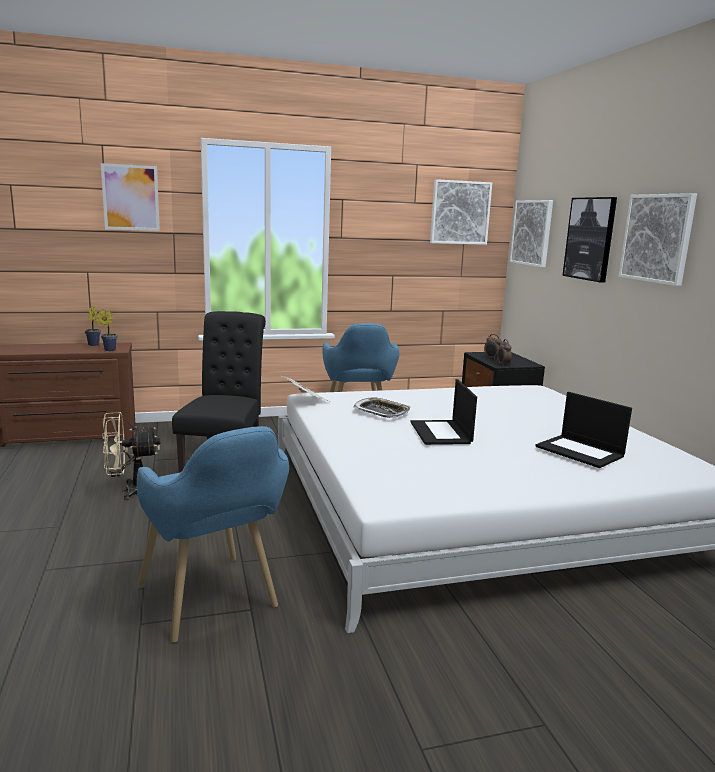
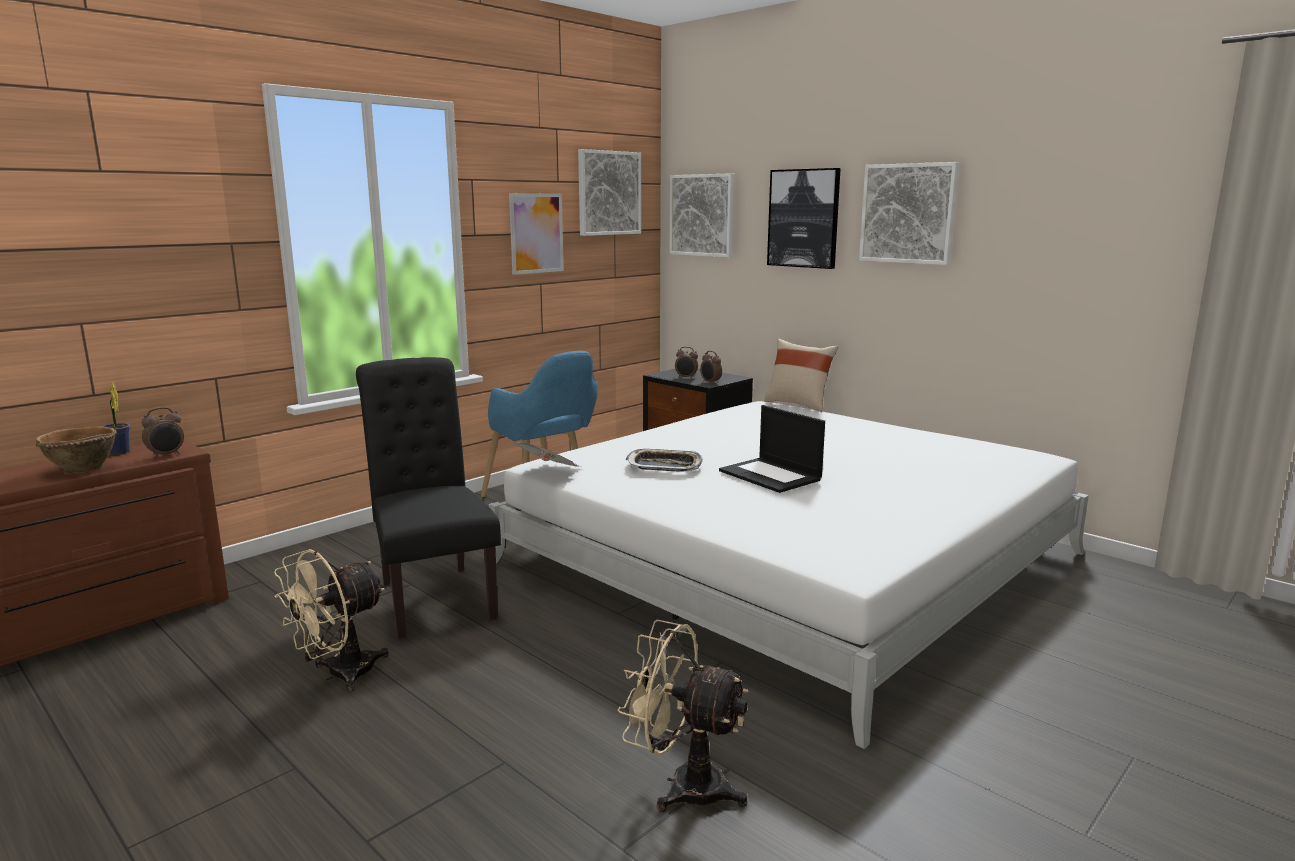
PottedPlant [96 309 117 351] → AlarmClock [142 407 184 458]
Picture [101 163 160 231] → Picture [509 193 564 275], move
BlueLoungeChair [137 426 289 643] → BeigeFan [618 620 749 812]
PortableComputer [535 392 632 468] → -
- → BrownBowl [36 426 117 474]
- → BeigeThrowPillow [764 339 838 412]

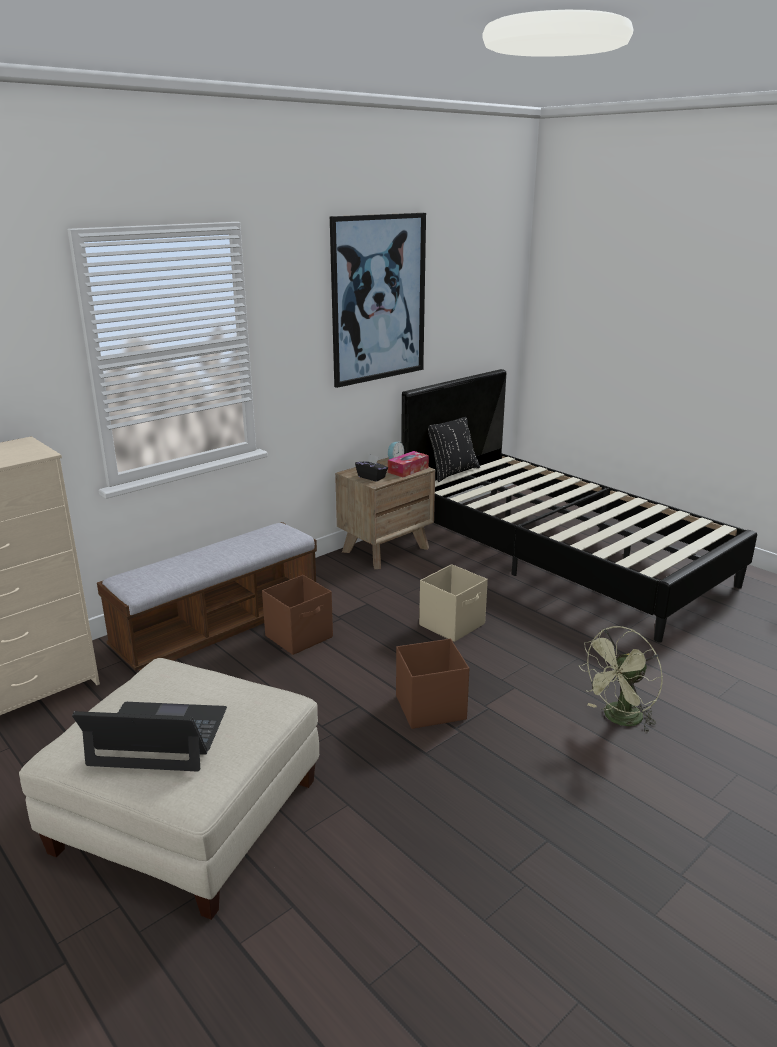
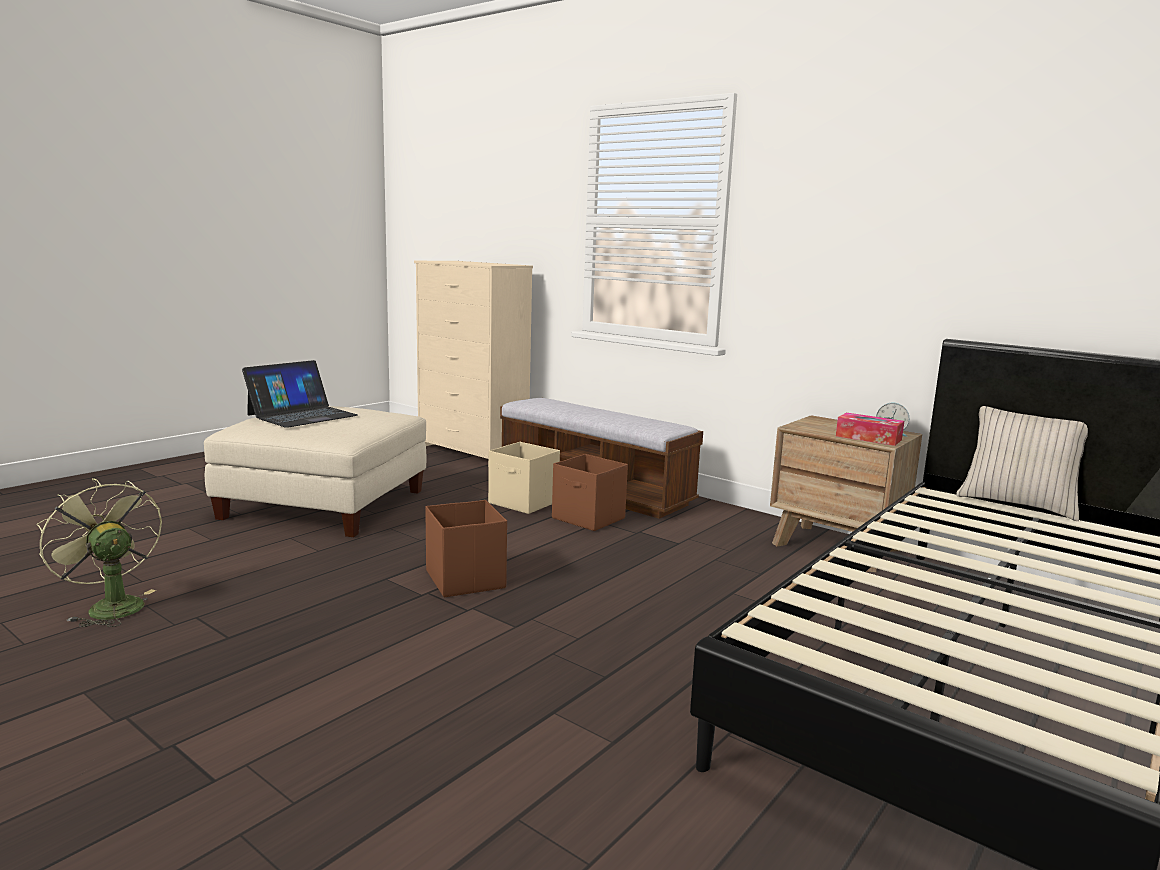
PortableComputer [72 702 227 771] → PortableComputer [242 360 358 428], 45 degrees clockwise
Picture [330 213 426 388] → -
BlackishTissueHolder [355 454 388 482] → -
BeigeStorageContainer [419 564 488 642] → BeigeStorageContainer [488 442 560 514], move
BlackishThrowPillow [428 417 480 482] → BeigeThrowPillow [956 406 1088 521]
GreenColouredFan [578 626 663 733] → GreenColouredFan [36 478 162 627], move

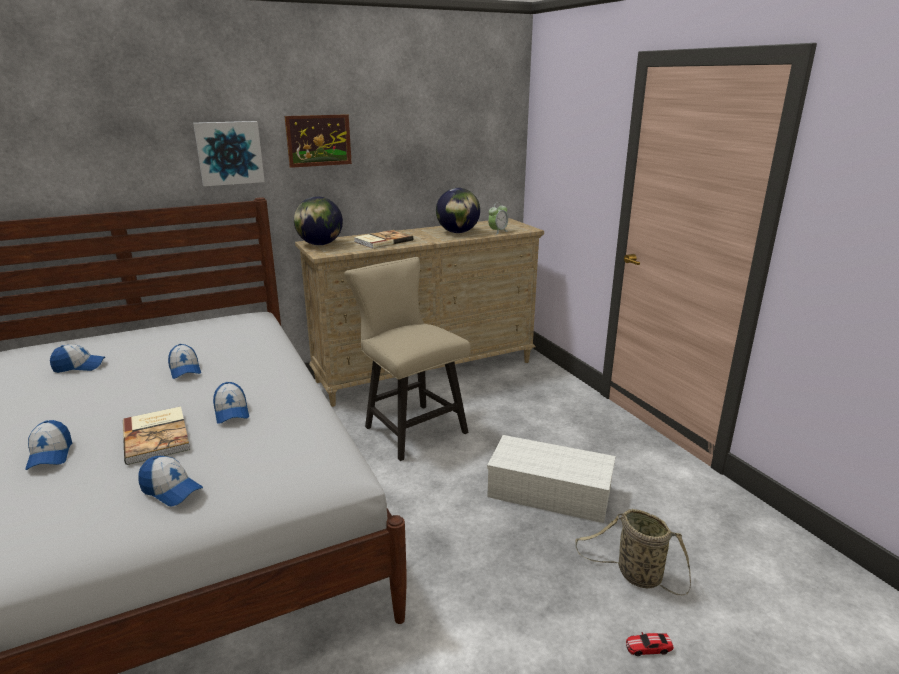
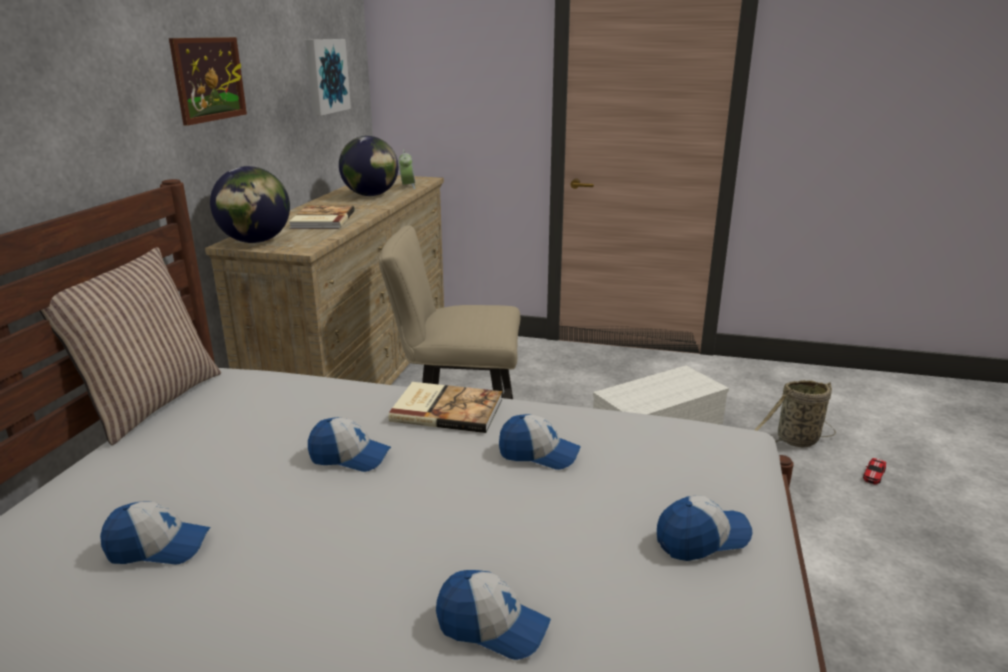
PeakedCap [50 344 105 373] → PeakedCap [100 501 210 565], 60 degrees clockwise
BoundBook [123 406 190 465] → BoundBook [388 382 502 433], move
Picture [193 121 265 186] → Picture [305 39 351 116], move
- → ThrowPillow [40 247 221 445]

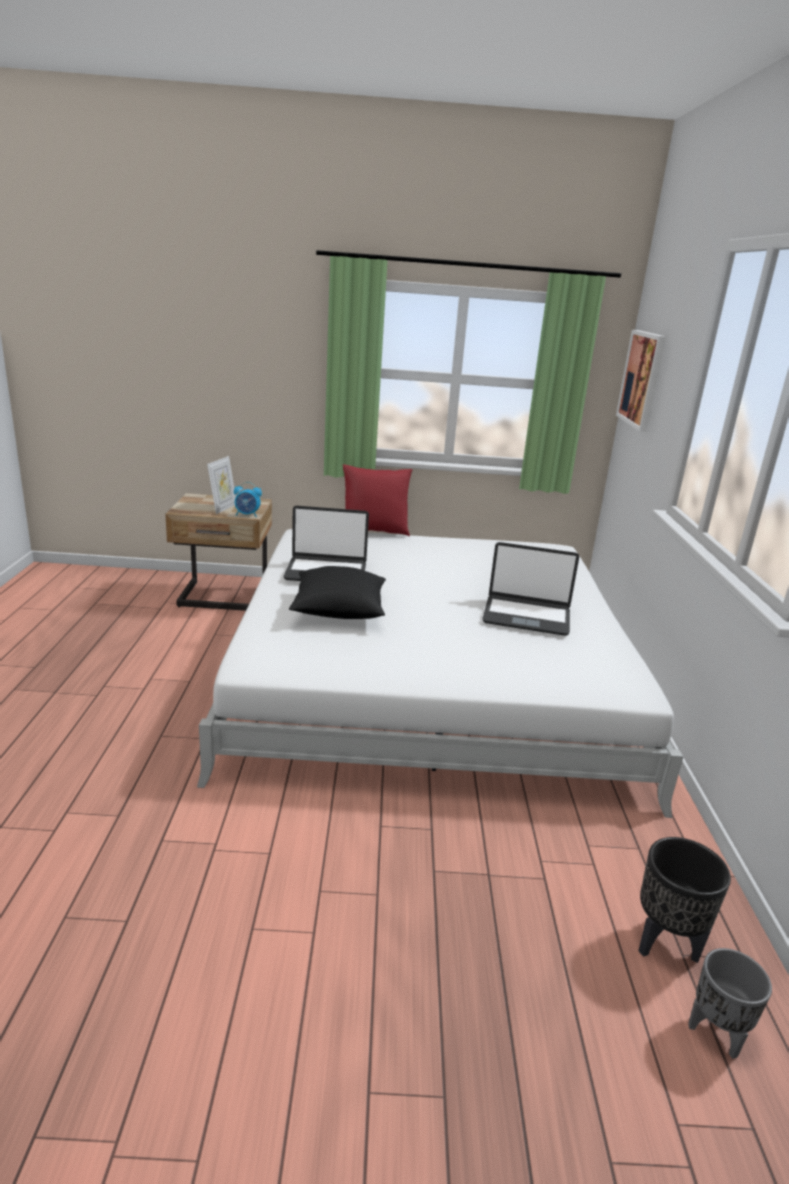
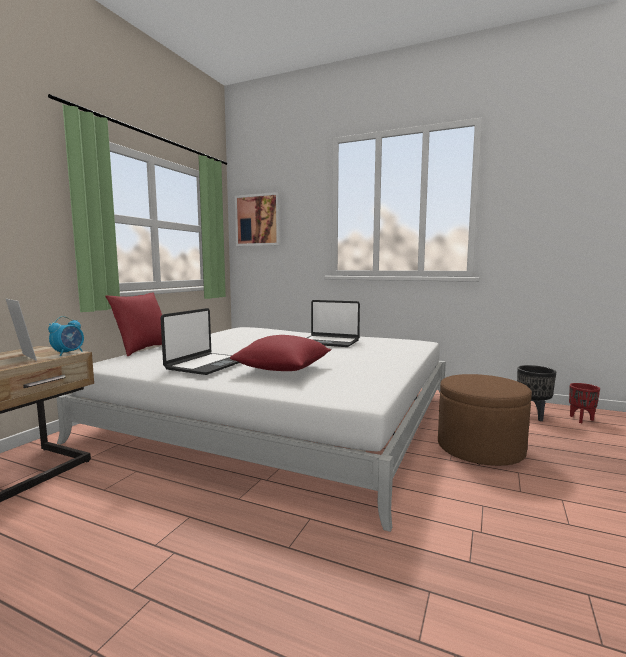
BlackishThrowPillow [289 566 386 619] → RedThrowPillow [230 335 331 371]
PortableComputer [482 542 579 636] → PortableComputer [307 300 360 347], 75 degrees clockwise
GreyPlantPot [688 948 772 1059] → RedPlantPot [569 383 600 423]
- → BrownPouffe [438 374 532 466]

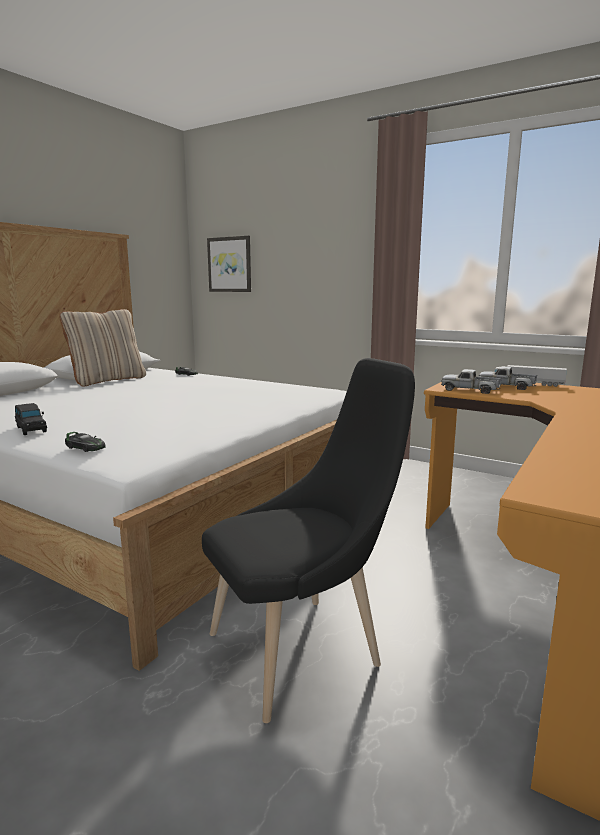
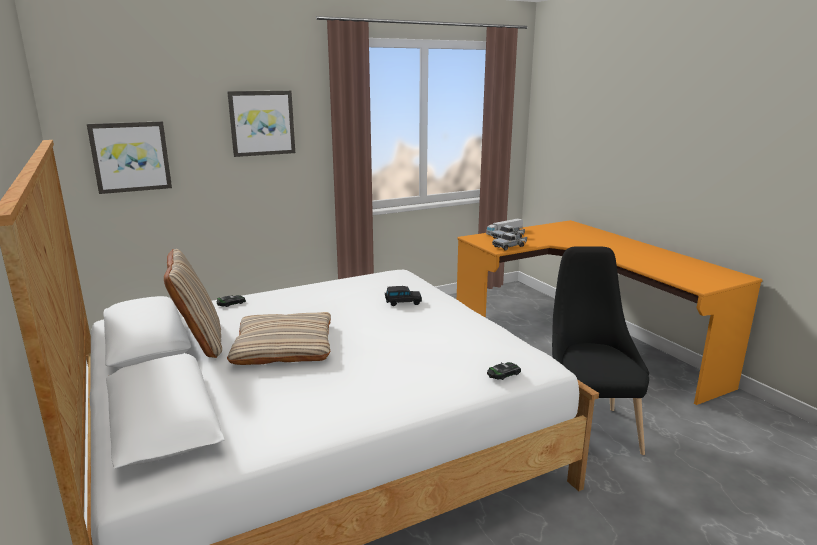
BlackishToyCar [15 403 47 435] → BlackishToyCar [385 286 422 306], move
- → Picture [227 91 295 157]
- → BeigeThrowPillow [227 312 331 365]

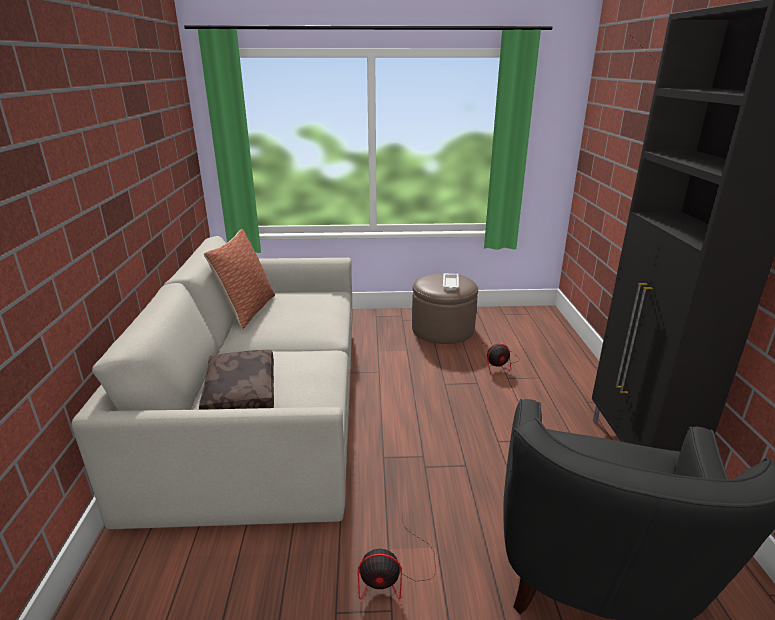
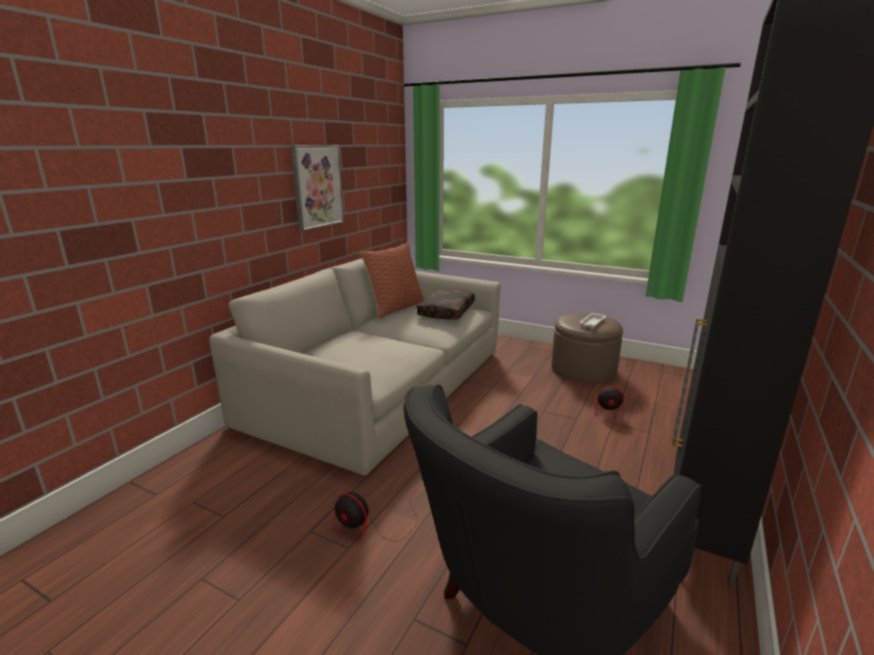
BrownThrowPillow [199 350 274 410] → BrownThrowPillow [417 289 475 320], move
- → Picture [291 146 344 231]

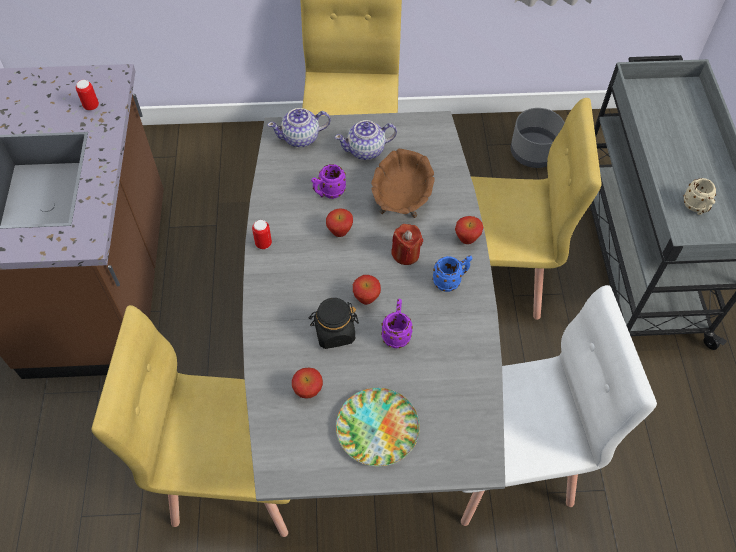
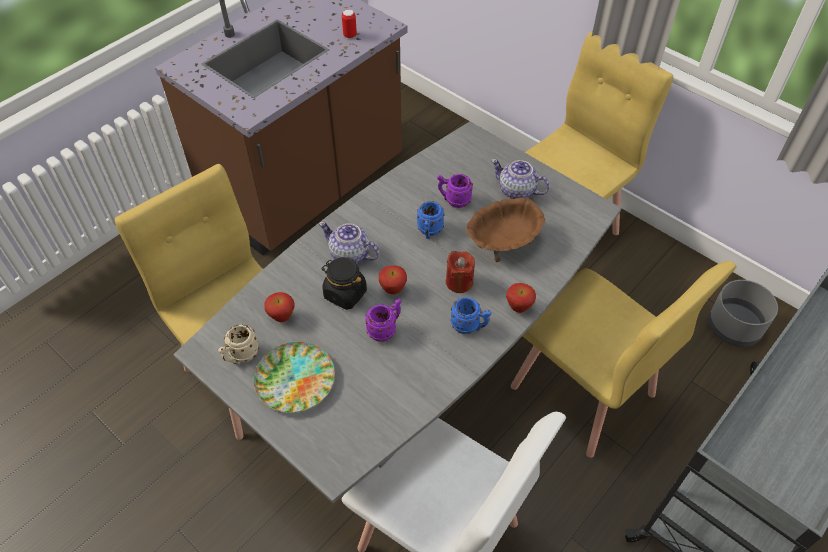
Can [252 220 272 249] → -
PotForTea [268 108 331 147] → PotForTea [318 221 379 264], move
WholeApple [326 208 353 237] → BlueCoffeeMug [417 201 445 239]
BeigeCoffeeMug [684 178 716 215] → BeigeCoffeeMug [218 325 259 364], move

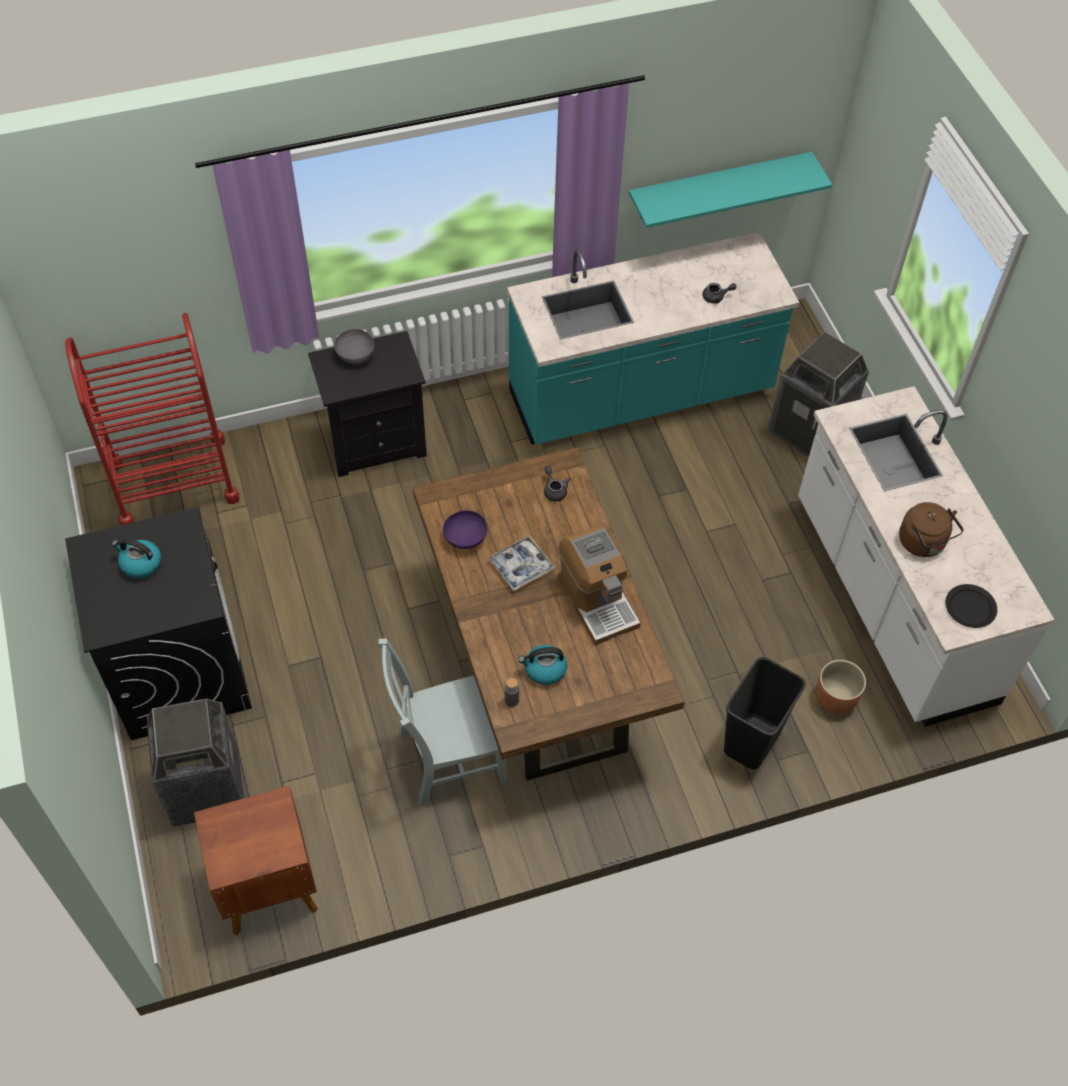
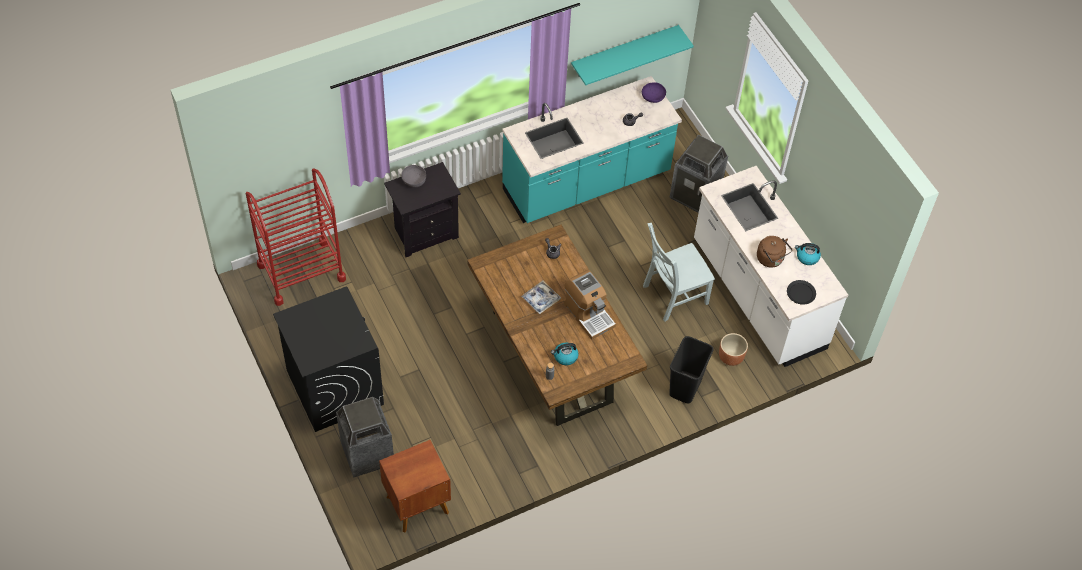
Kettle [112 538 161 579] → Kettle [795 243 821 265], move
GreyUprightChair [378 639 506 807] → GreyUprightChair [643 223 715 321], move
PurpleColouredBowl [443 510 487 549] → PurpleColouredBowl [642 82 666 103], move

